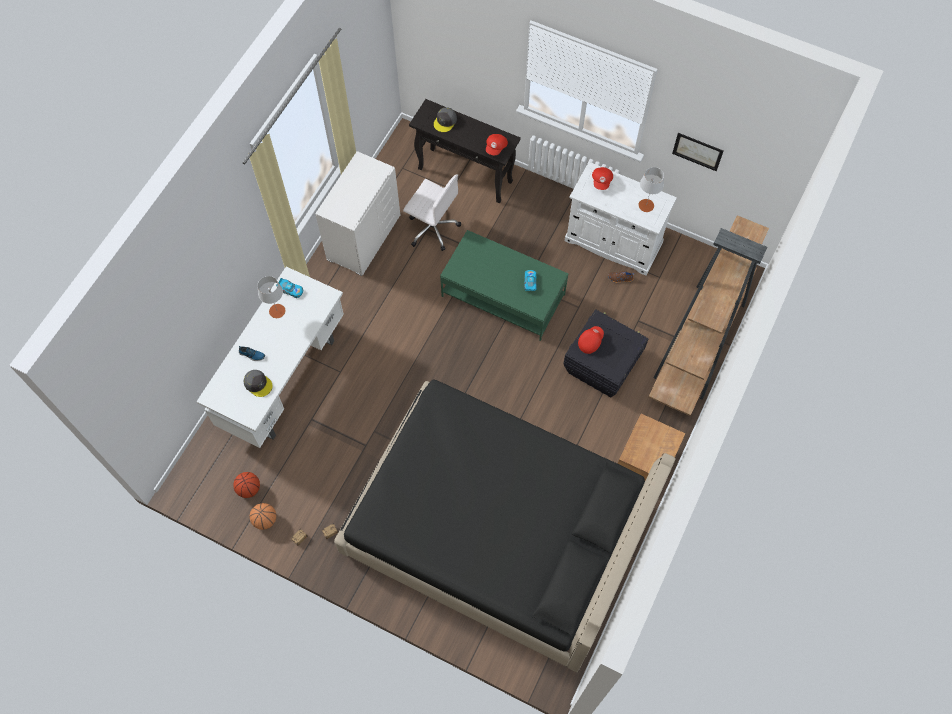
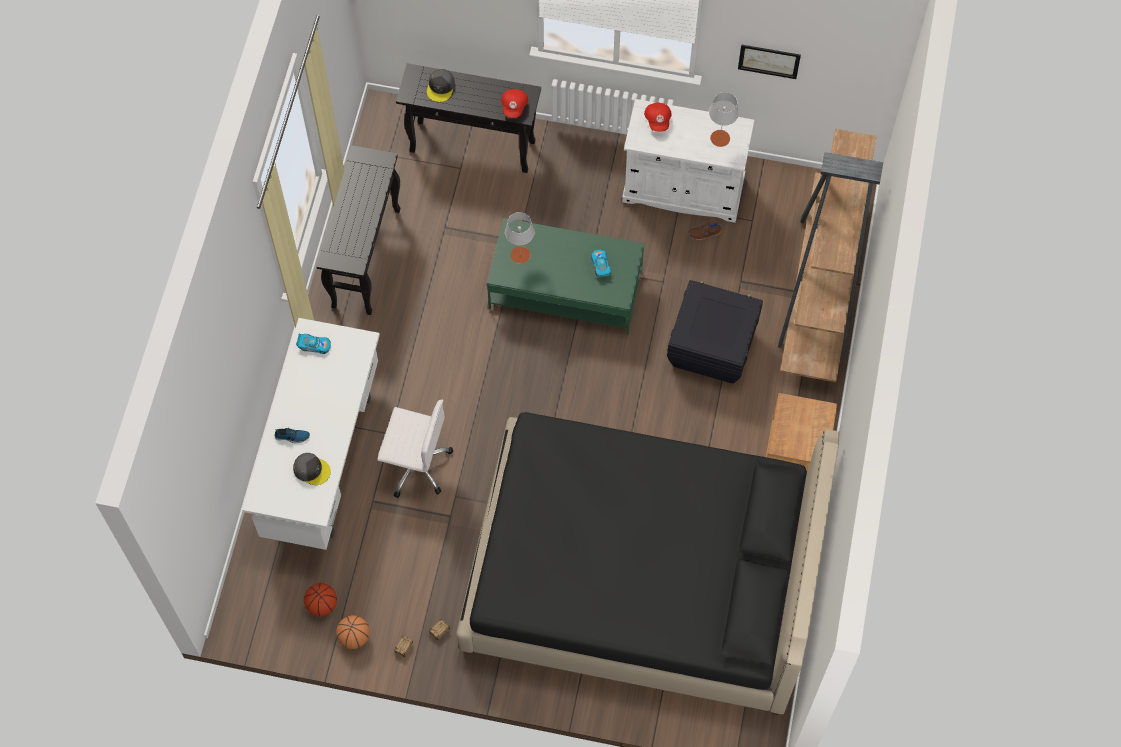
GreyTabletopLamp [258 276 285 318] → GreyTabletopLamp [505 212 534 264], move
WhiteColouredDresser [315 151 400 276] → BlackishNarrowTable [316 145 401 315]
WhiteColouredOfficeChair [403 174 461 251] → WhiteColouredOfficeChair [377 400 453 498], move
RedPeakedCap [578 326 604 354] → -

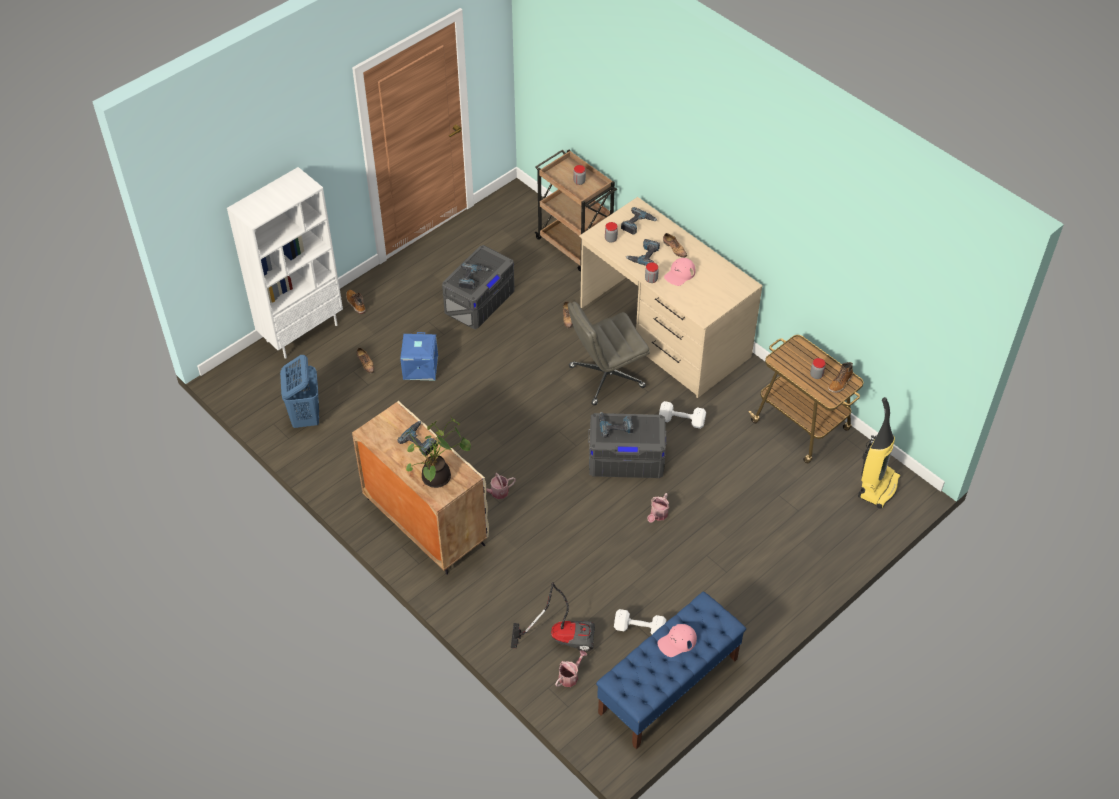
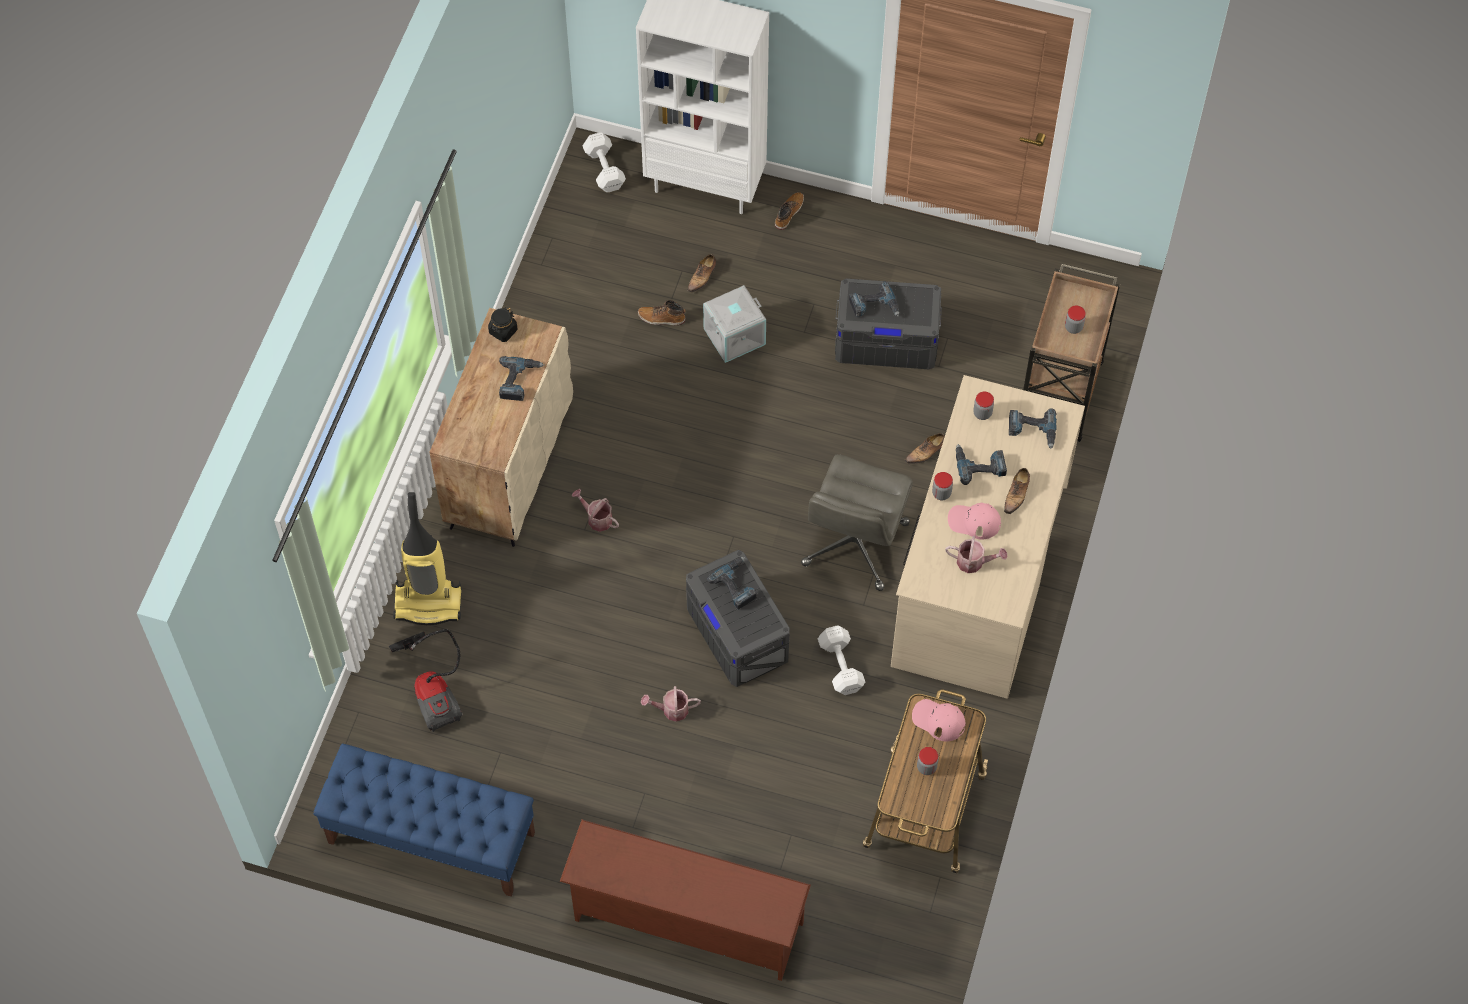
BlueLaundryBasket [280 355 319 428] → -
BlueStorageContainer [400 332 438 380] → GreyStorageContainer [703 285 766 363]
PottedPlant [404 415 471 488] → -
WateringCan [555 650 587 687] → WateringCan [945 536 1008 573], move
GreyOfficeChair [568 302 650 405] → GreyOfficeChair [801 454 913 591], 105 degrees counterclockwise
WhiteColouredHandWeight [614 609 666 634] → WhiteColouredHandWeight [582 132 626 192], move
PinkColouredPeakedCap [658 624 697 657] → PinkColouredPeakedCap [912 699 966 741], move
TallBoot [828 362 853 393] → TallBoot [638 300 686 325], move
Vacuum [858 397 901 509] → Vacuum [393 492 461 625], move
- → BlackishJar [488 307 518 342]
- → BrownShoeStand [560 819 811 981]

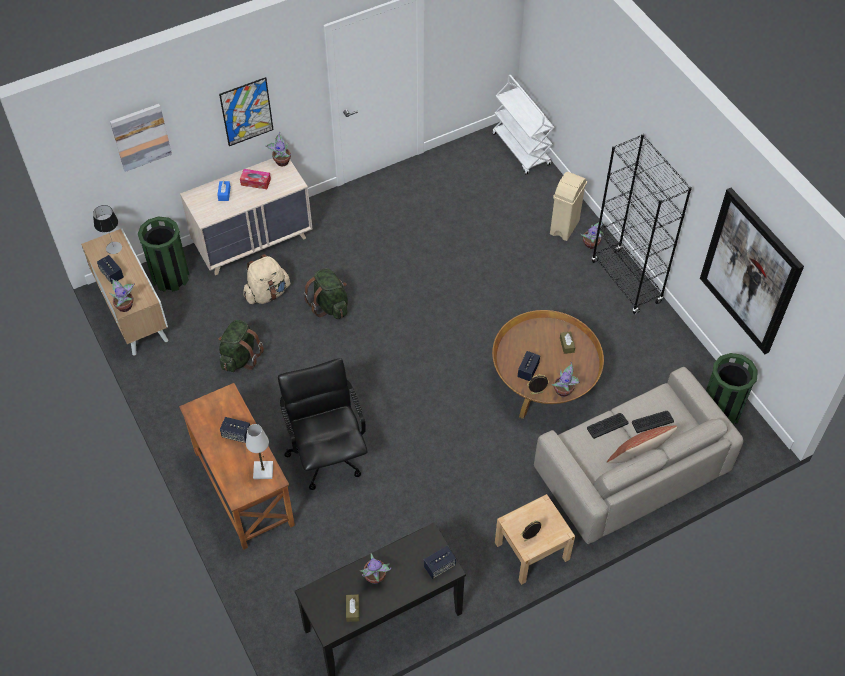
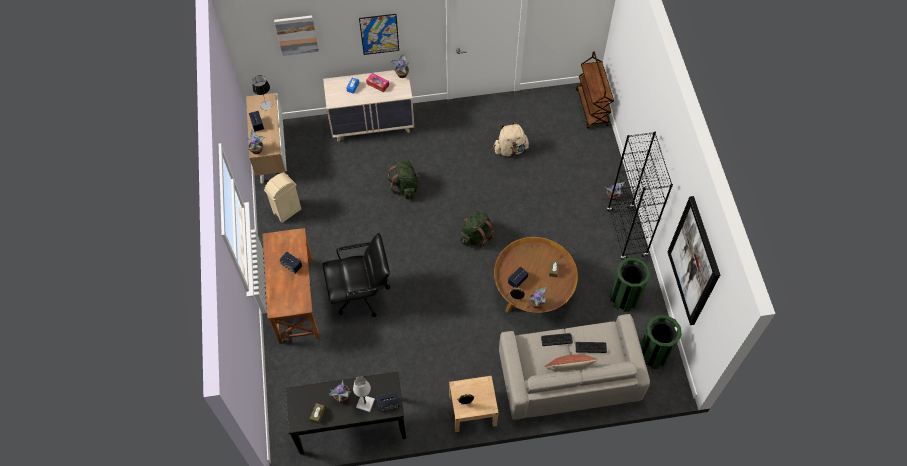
GreenColouredWasteBin [138 217 189 292] → GreenColouredWasteBin [610 258 651 312], move
GreenColouredBackpack [219 320 264 372] → GreenColouredBackpack [460 210 494 248], move
BeigeBackpack [243 254 290 304] → BeigeBackpack [494 122 529 156], move
WhiteColouredTabletopLamp [246 424 273 479] → WhiteColouredTabletopLamp [353 376 375 412], move
BlackishOfficeChair [278 358 367 490] → BlackishOfficeChair [322 233 390 317], 75 degrees clockwise
WhiteColouredTrolley [492 75 554 175] → BrownTrolley [576 51 614 129]
BeigeWasteBin [550 172 587 241] → BeigeWasteBin [264 173 301 223], move

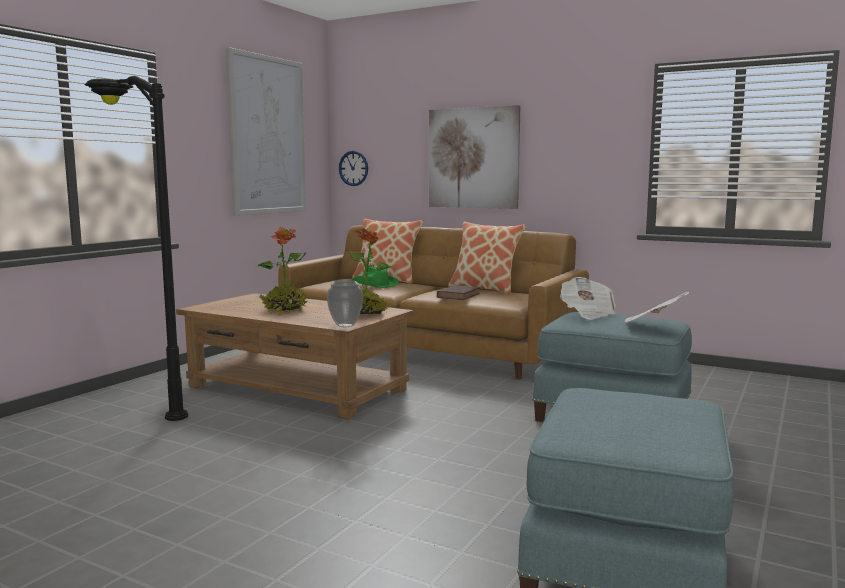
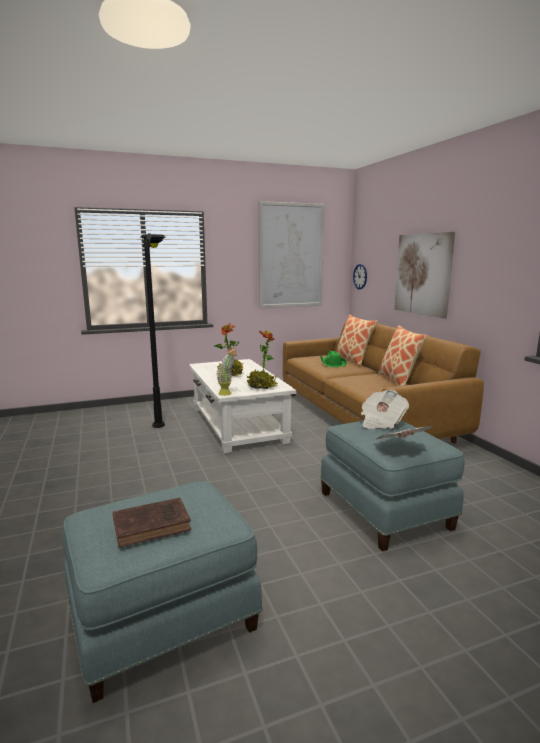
BrownLowTable [176 293 414 420] → WhiteColouredLowTable [189 359 296 453]
FlowerVase [327 279 363 327] → PottedPlant [217 347 237 396]
BrownBoundBook [437 285 480 300] → BrownBoundBook [113 498 191 548], move

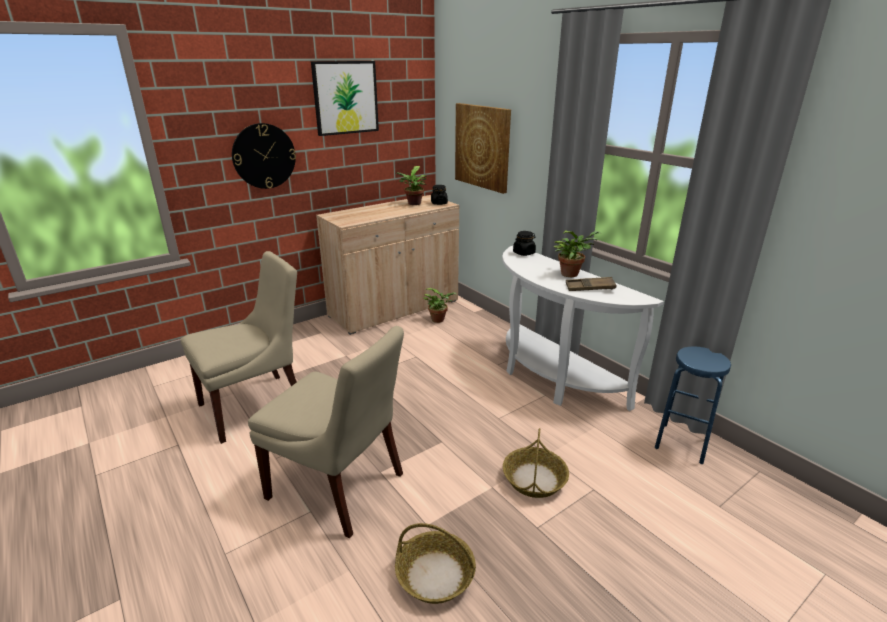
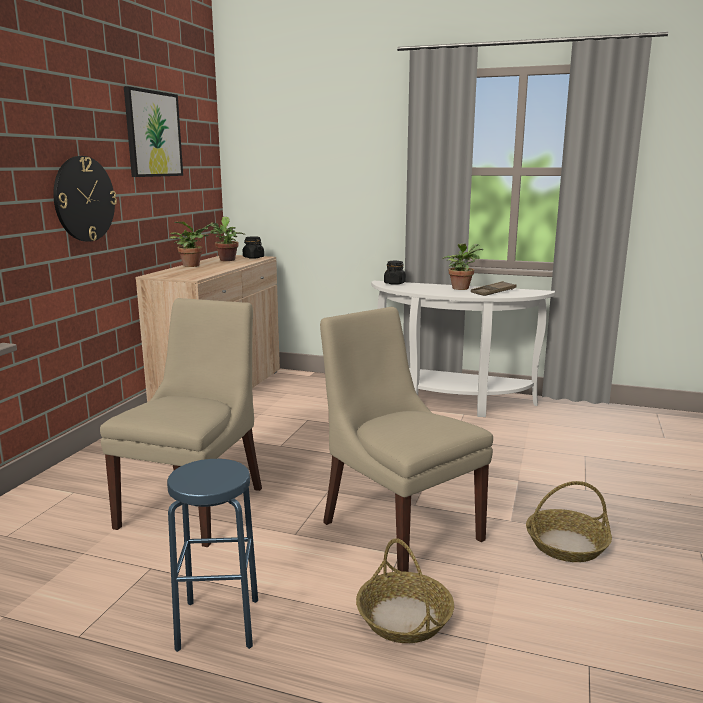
BeigeUprightChair [248 326 404 538] → BeigeUprightChair [320 307 493 572], 120 degrees counterclockwise
PottedPlant [423 288 457 323] → PottedPlant [170 222 214 267], move
Picture [455 103 511 194] → -
Basket [503 428 569 498] → Basket [356 538 454 643], move
BlueStool [655 346 731 464] → BlueStool [167 459 258 652], move

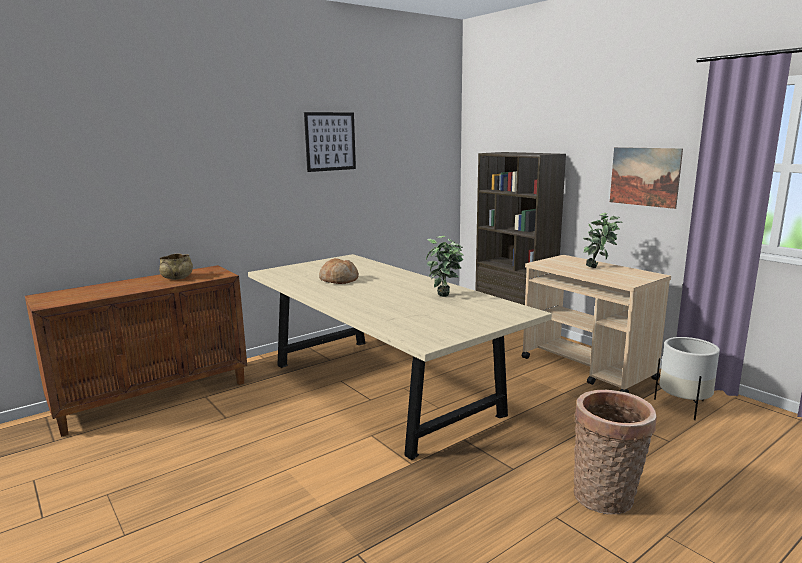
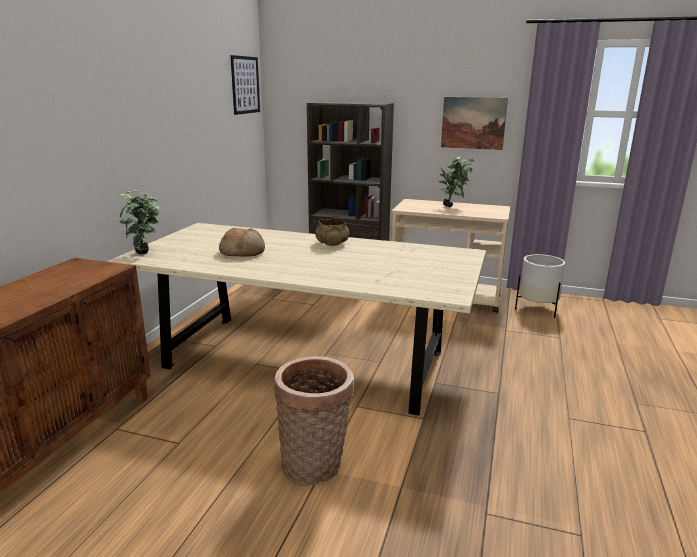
BeigeBowl [159 254 193 280] → BeigeBowl [315 218 349 246], move
Picture [304 112 356 172] → Picture [230 55 260 115], move
PottedPlant [426 236 463 297] → PottedPlant [119 190 160 254], move
Basket [574 390 657 514] → Basket [274 356 354 485], move

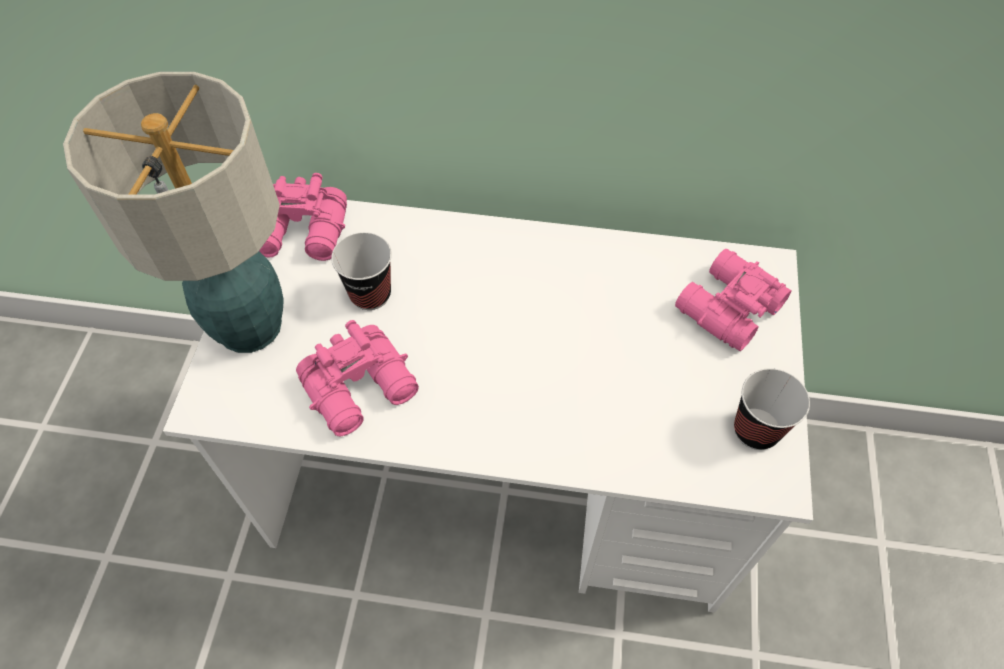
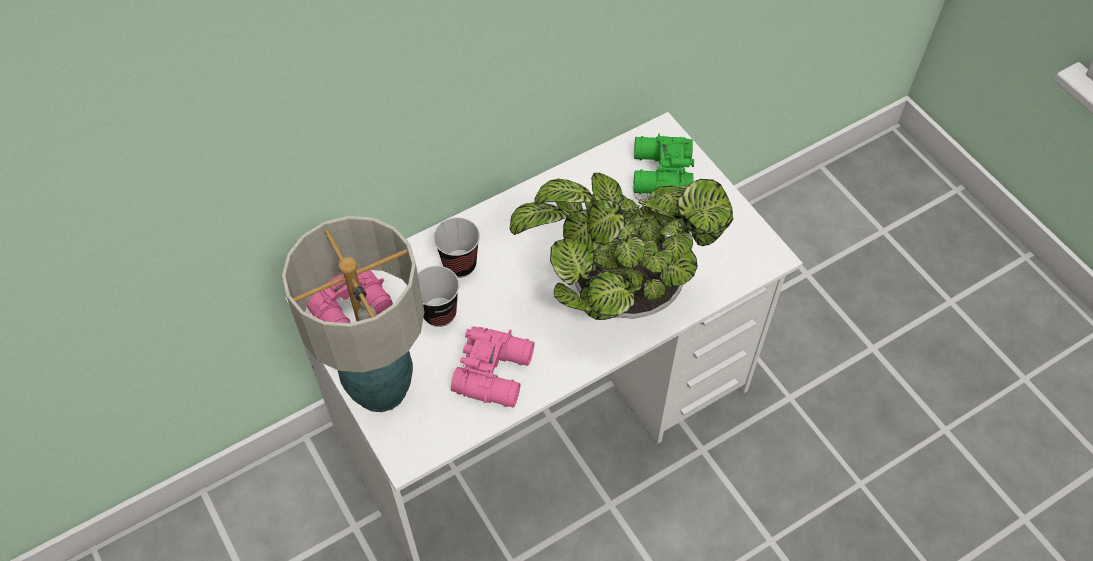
PinkColouredBinoculars [675 249 791 351] → GreenColouredBinoculars [633 133 694 194]
DrinkingCup [734 368 810 450] → DrinkingCup [433 217 480 278], move
- → PottedPlant [510 173 733 320]

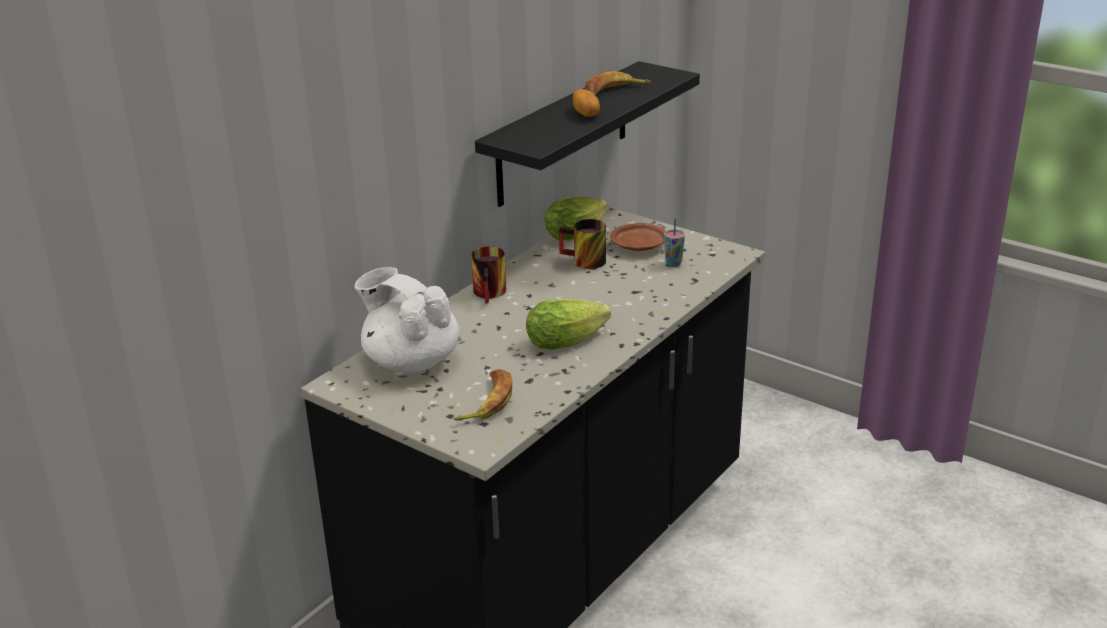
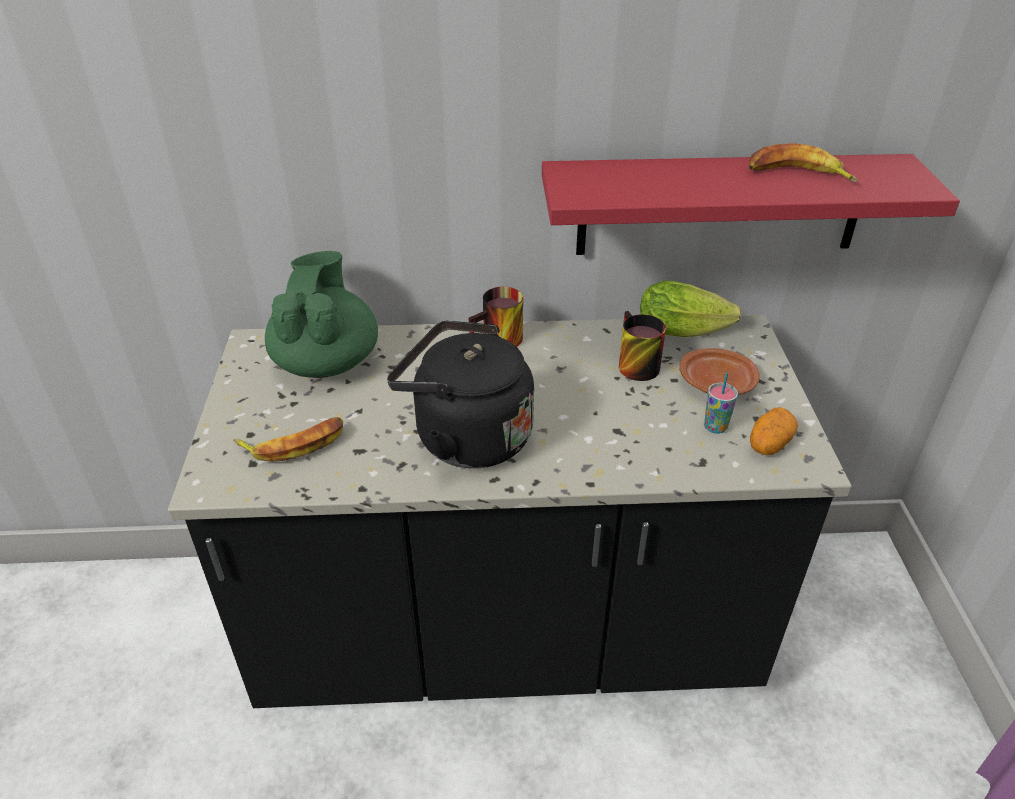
WhiteColouredPotForTea [355 267 459 373] → GreenColouredPotForTea [265 251 378 378]
BlackishBracketShelf [475 61 700 207] → RedBracketShelf [542 154 960 255]
Lettuce [526 299 611 350] → BlackishKettle [387 320 534 468]
Potato [573 89 600 117] → Potato [750 407 798 455], move

